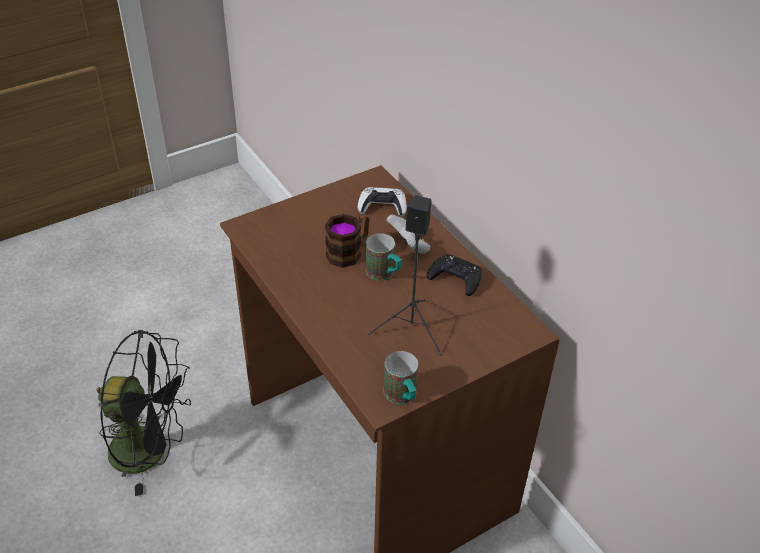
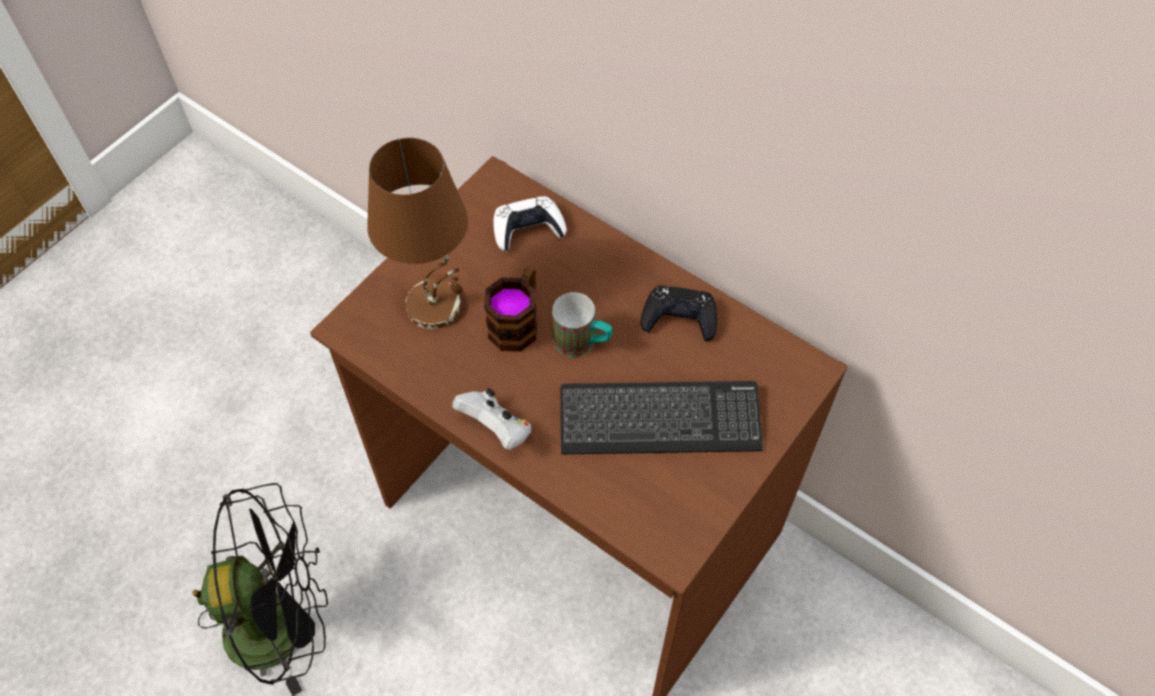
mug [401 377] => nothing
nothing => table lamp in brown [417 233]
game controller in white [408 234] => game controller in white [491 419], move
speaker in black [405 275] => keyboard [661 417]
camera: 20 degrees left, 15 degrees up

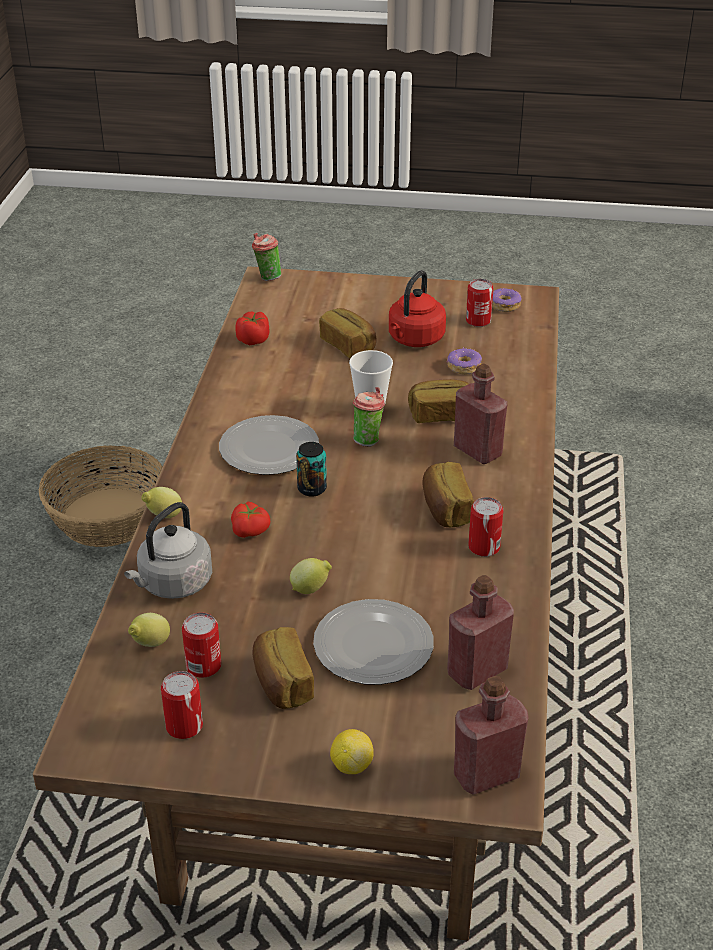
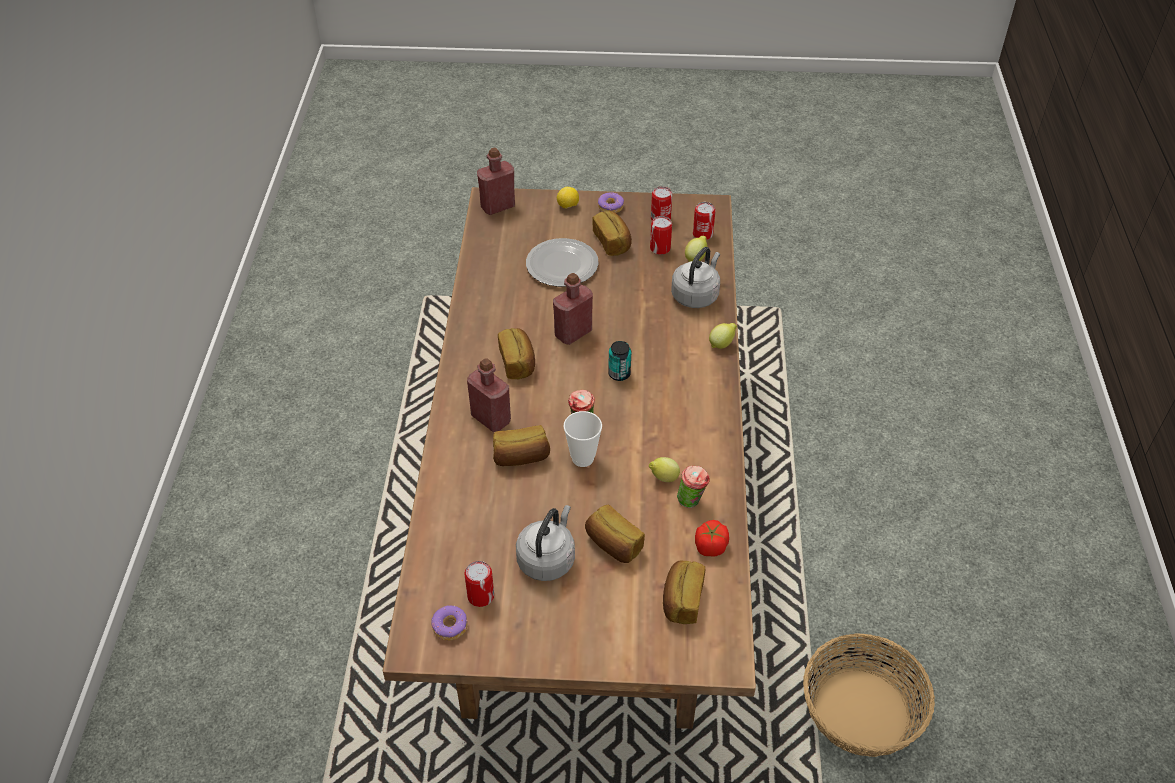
plate [269 445] => nothing
tomato [250 520] => nothing
nothing => bread [684 592]
cup [266 257] => cup [693 487], move
lemon [311 576] => lemon [664 469], move
donut [464 361] => donut [611 202], move
bottle in red [480 632] => bottle in red [573 309], move
can [485 527] => can [704 221], move
kettle in red [417 308] => kettle in grey [545 543]
camera: 175 degrees right, 10 degrees up

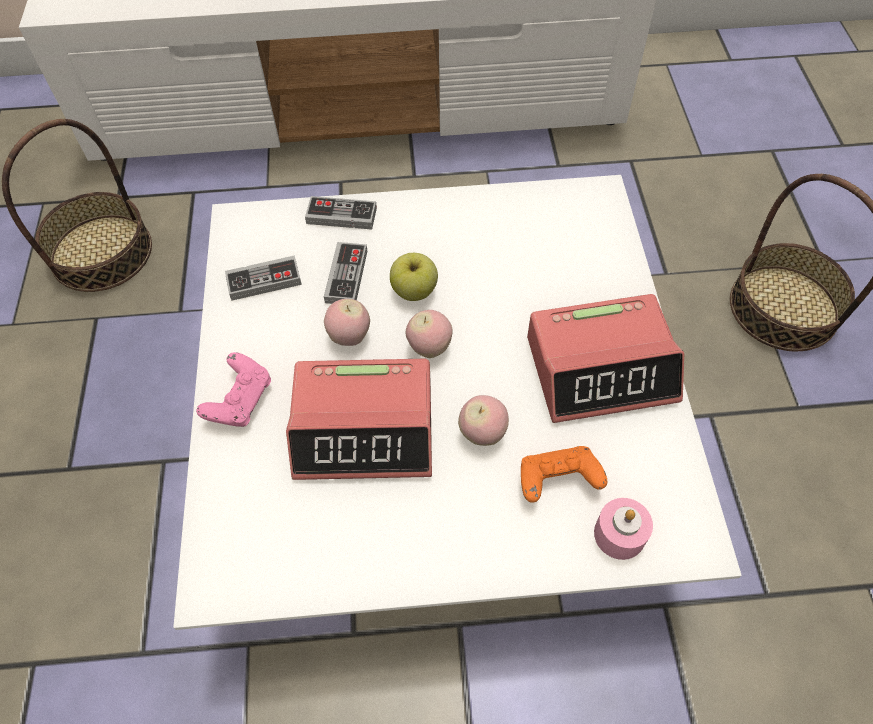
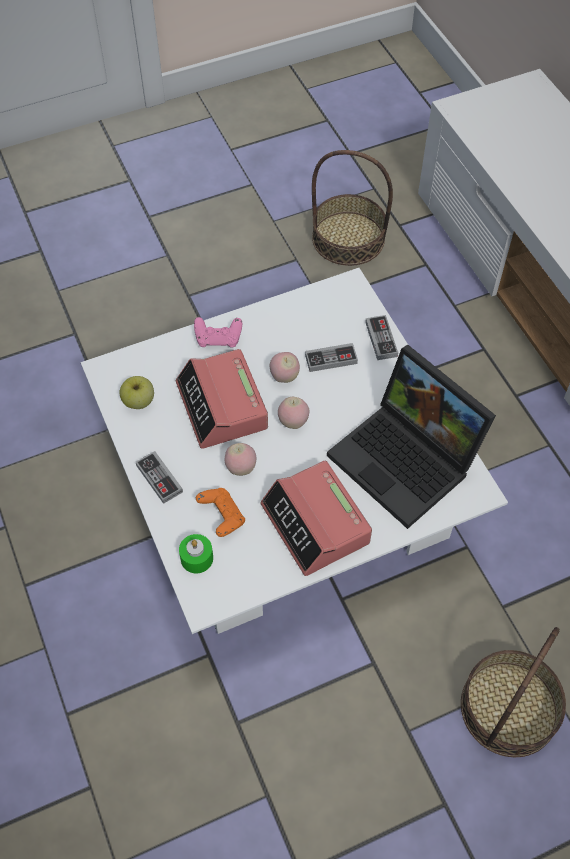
nothing => laptop [411 437]
game controller [263 278] => game controller [159 477], move
apple [414 277] => apple [136 392], move
candle in pink [623 529] => candle in green [196 554]
camera: 70 degrees right, 0 degrees up

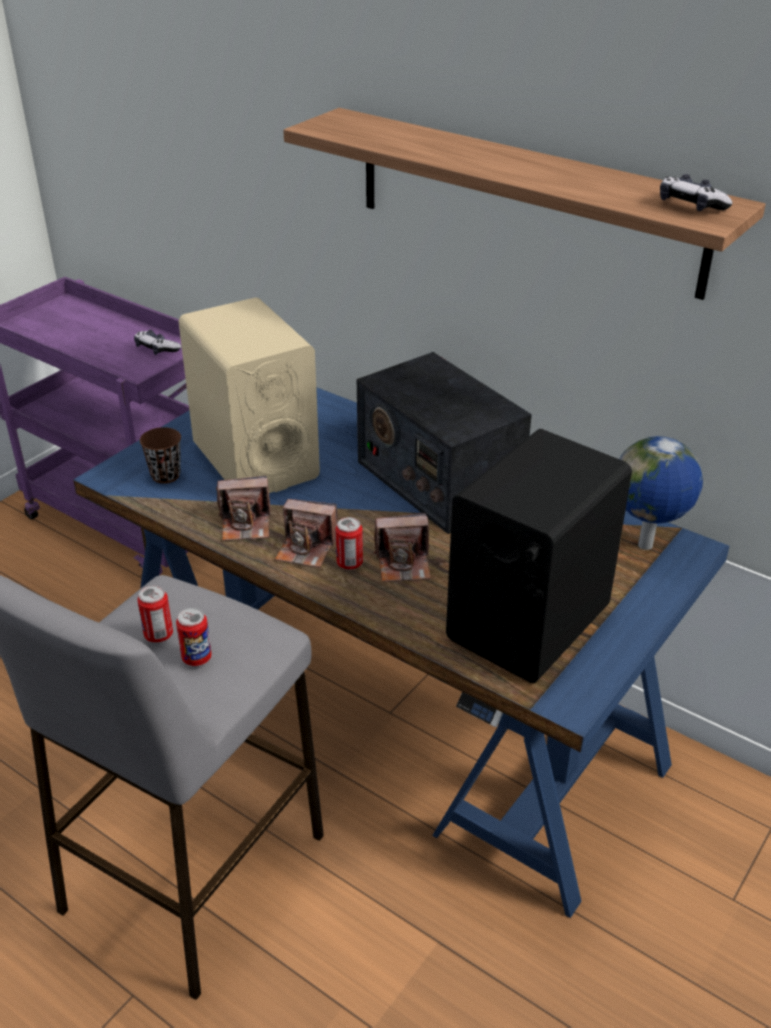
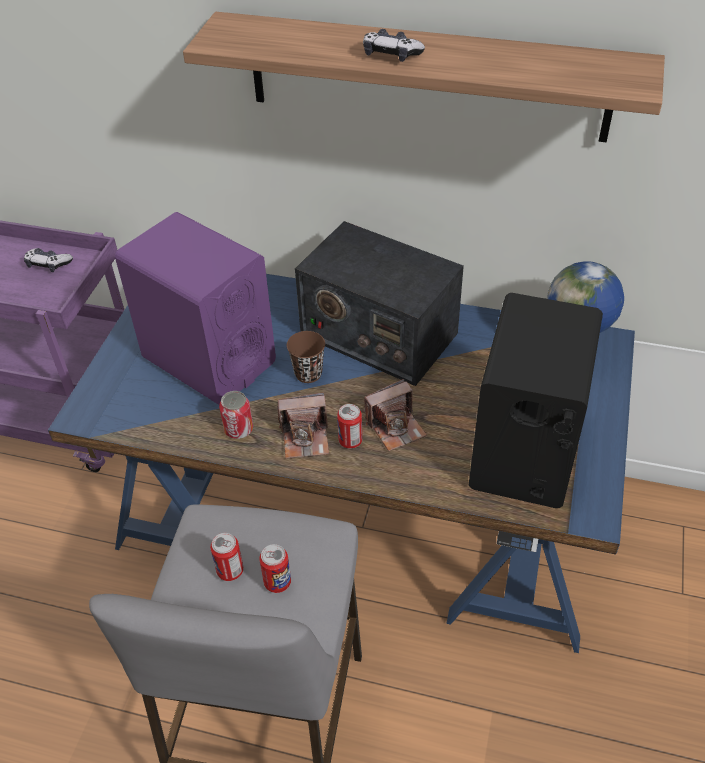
cup in brown [160 455] => cup in brown [306 357], move
game controller [696 192] => game controller [394 45], move
photo camera [243 508] => can [236 415]
speaker in beige [249 395] => speaker in purple [195 308]
camera: 20 degrees left, 10 degrees up

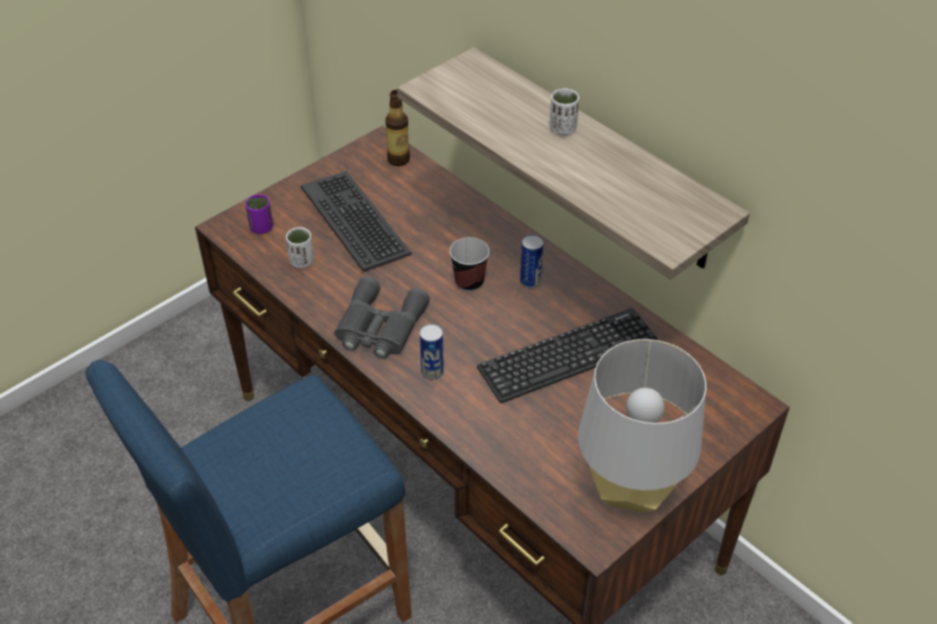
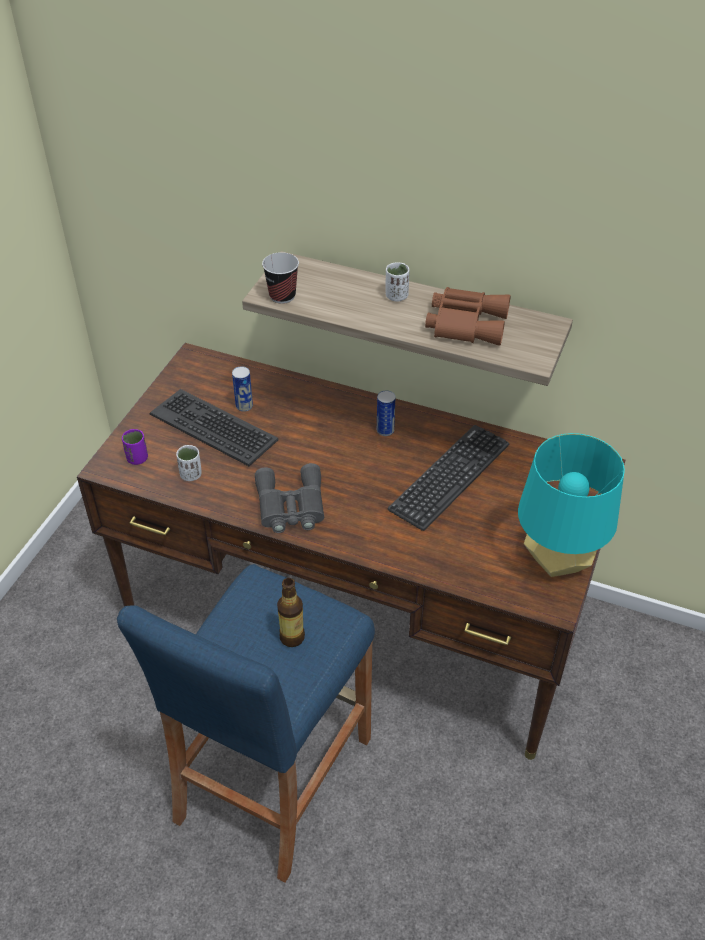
nothing => binoculars in brown [468 316]
bottle [397 128] => bottle [291 612], move
can [432 352] => can [242 389], move
cup [469 264] => cup [280 278], move
table lamp in grey [642 426] => table lamp in turquoise [571 505]
camera: 25 degrees left, 0 degrees up

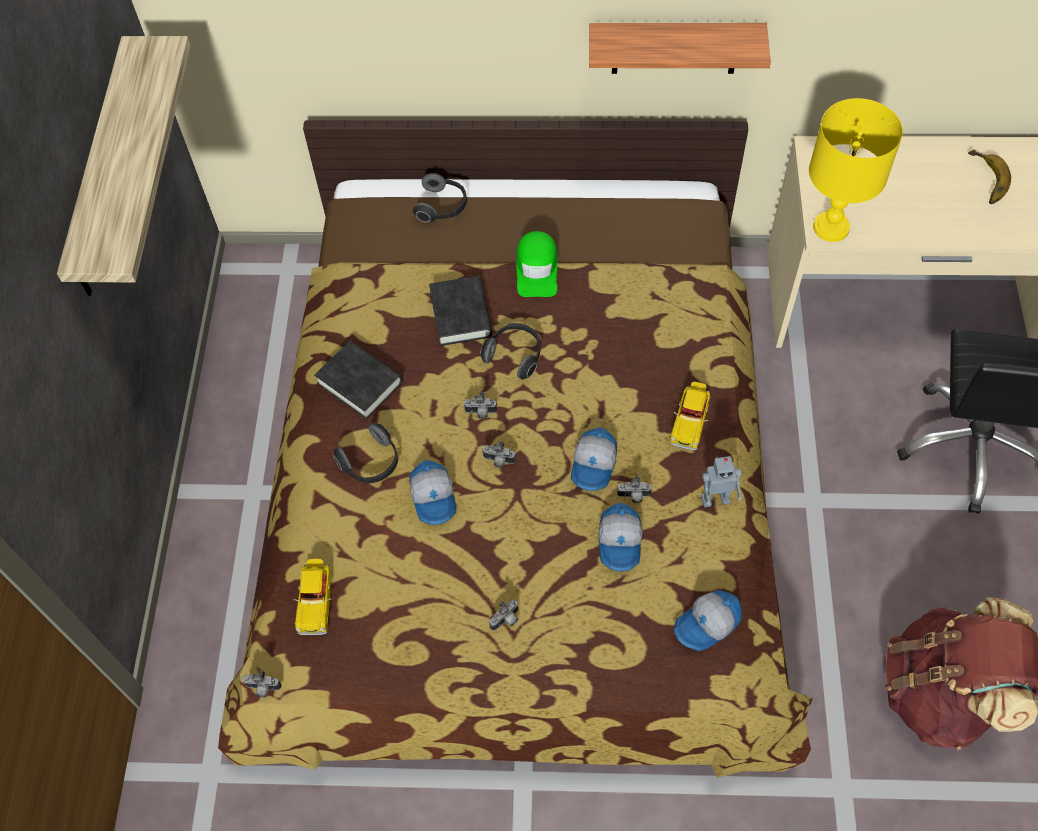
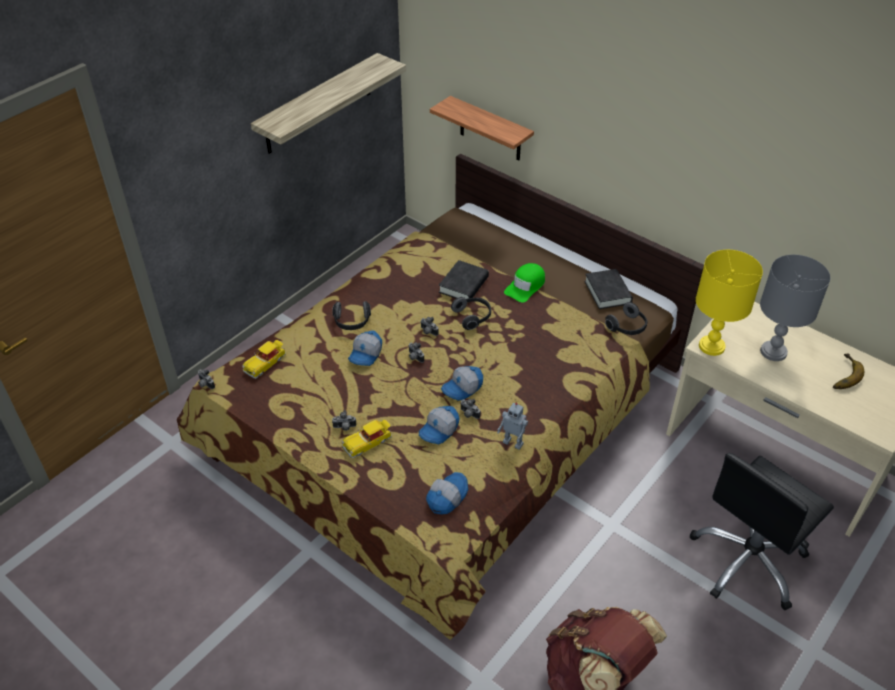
nothing => table lamp in grey [795 308]
book in black [358 380] => book in black [608 289], move
headphones [440 197] => headphones [626 318], move
shelf [680 48] => shelf [482 128], move
toy car [690 416] => toy car [367 439], move
cap [708 620] => cap [447 493], 120 degrees clockwise
camera: 35 degrees right, 15 degrees down

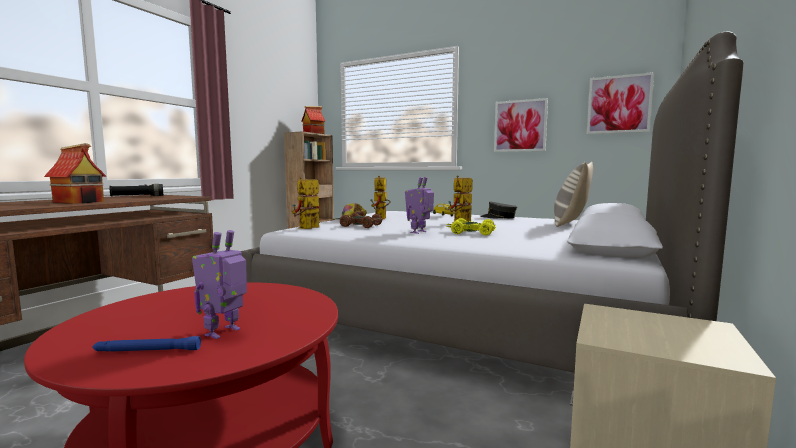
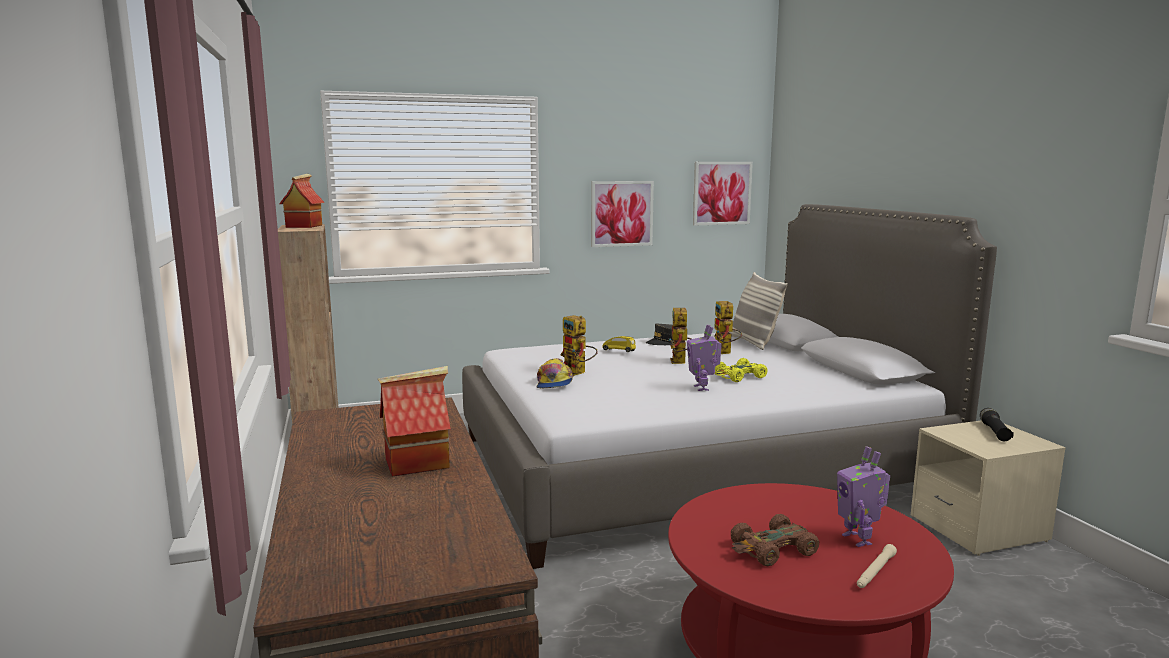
flashlight in black [136 190] => flashlight in black [997 424], move
toy robot [306 203] => toy robot [728 327], move
toy car in brown [360 220] => toy car in brown [775 540], move
flashlight in blue [146 344] => flashlight in beige [877 566]
camera: 45 degrees left, 5 degrees up

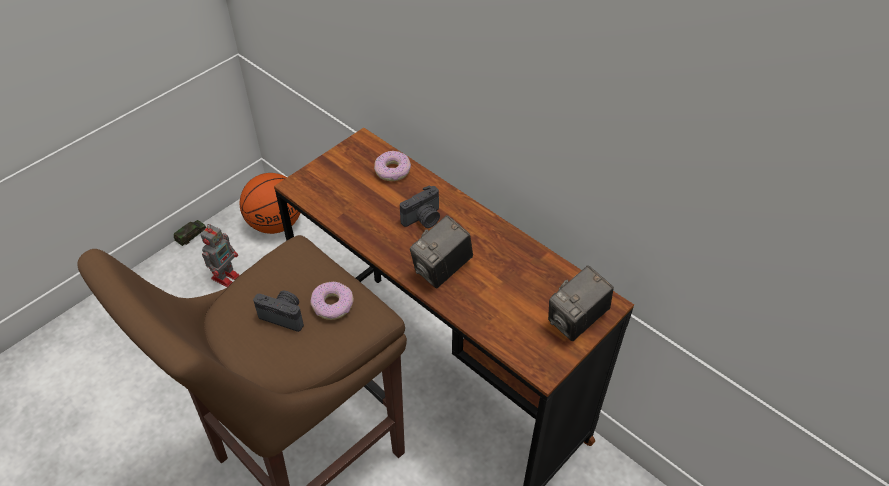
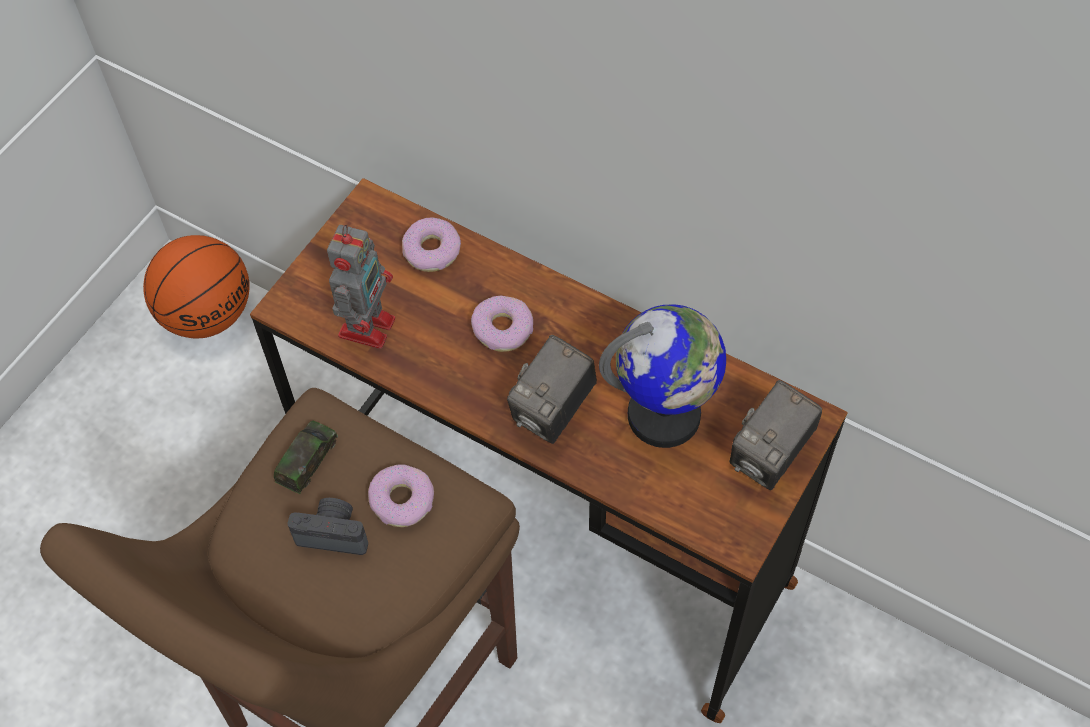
nothing => globe [662 376]
toy car [190 233] => toy car [306 457], move
toy robot [219 255] => toy robot [361 287], move
photo camera [420 206] => donut [502 324]
camera: 10 degrees left, 10 degrees up

